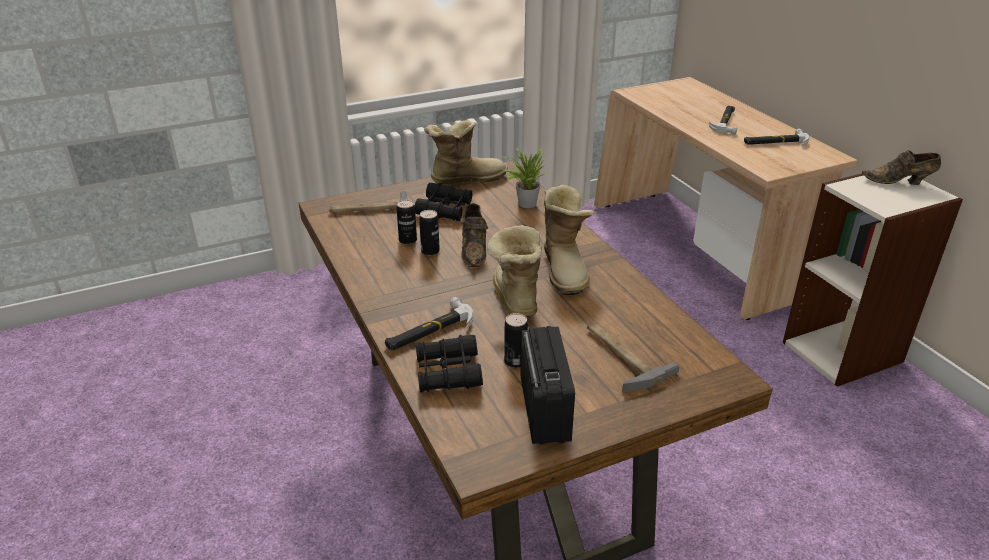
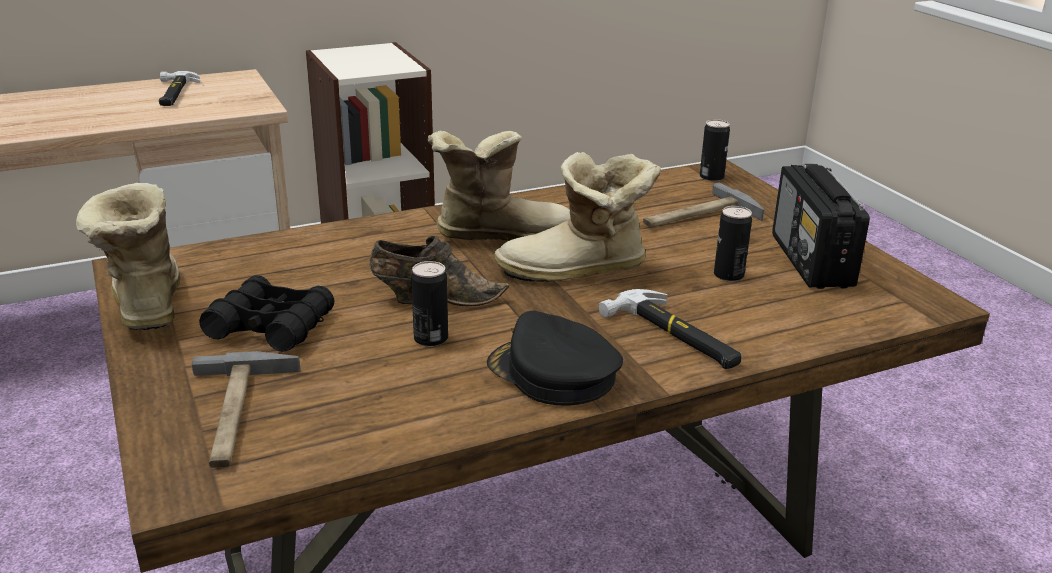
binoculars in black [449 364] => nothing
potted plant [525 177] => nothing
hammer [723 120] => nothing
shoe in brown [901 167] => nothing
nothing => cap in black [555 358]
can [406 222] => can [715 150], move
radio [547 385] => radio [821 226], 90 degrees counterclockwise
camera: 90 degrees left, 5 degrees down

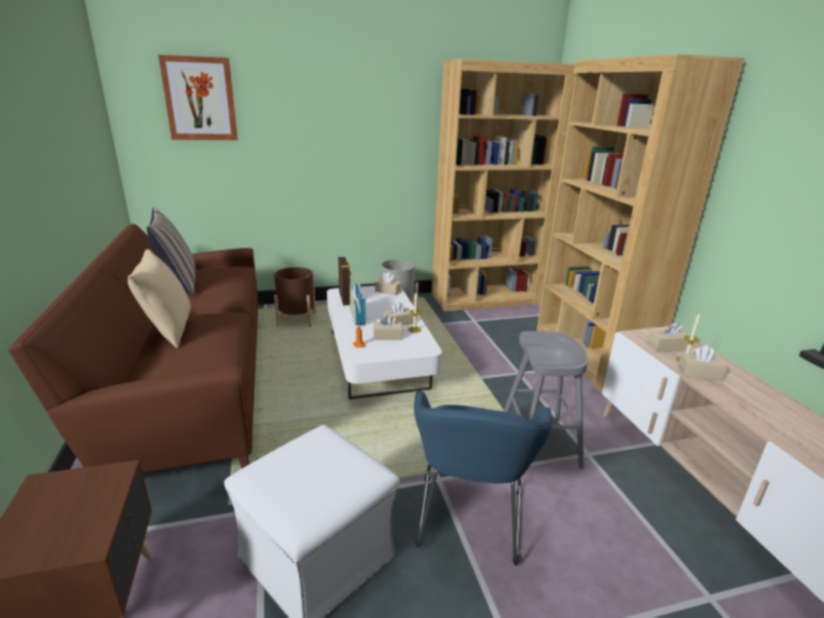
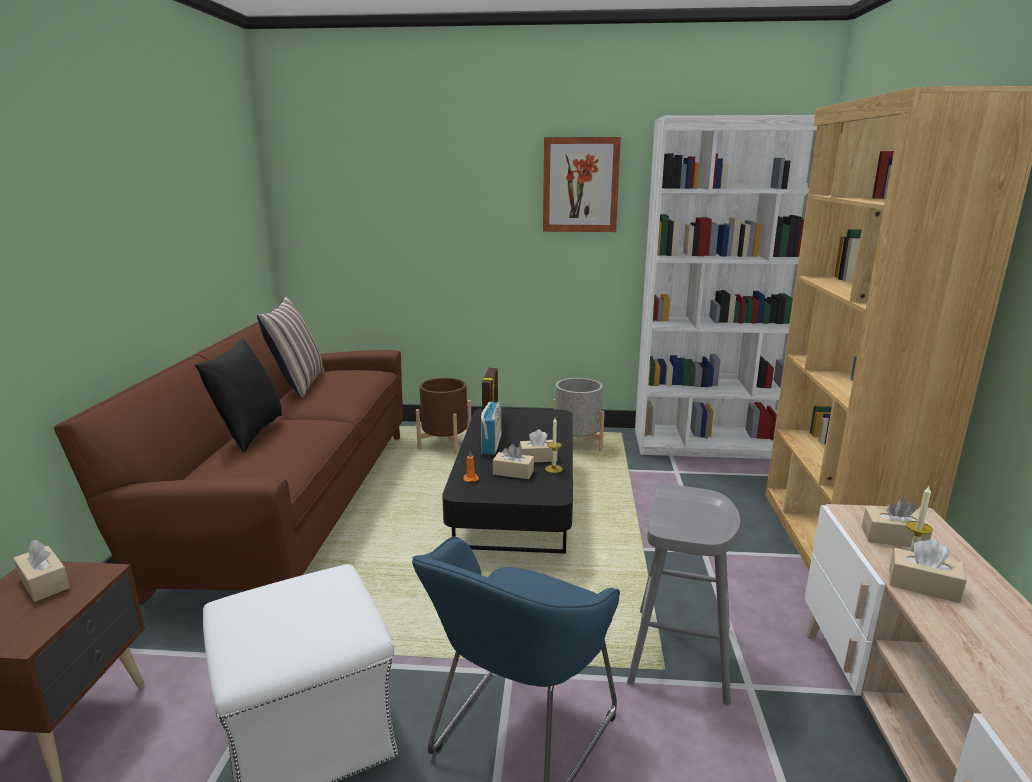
picture [198 97] => picture [582 184], move
tissue box in beige [388 283] => tissue box in beige [41 571], move
pillow in beige [159 298] => pillow in black [238 395]
coffee table in white [384 342] => coffee table in black [507 480]
bookcase in brown [503 185] => bookcase in white [726 287]
camera: 20 degrees right, 5 degrees down

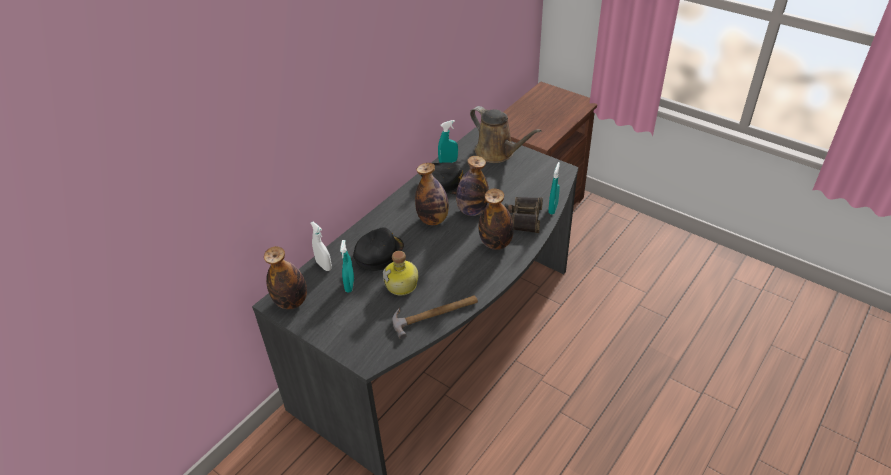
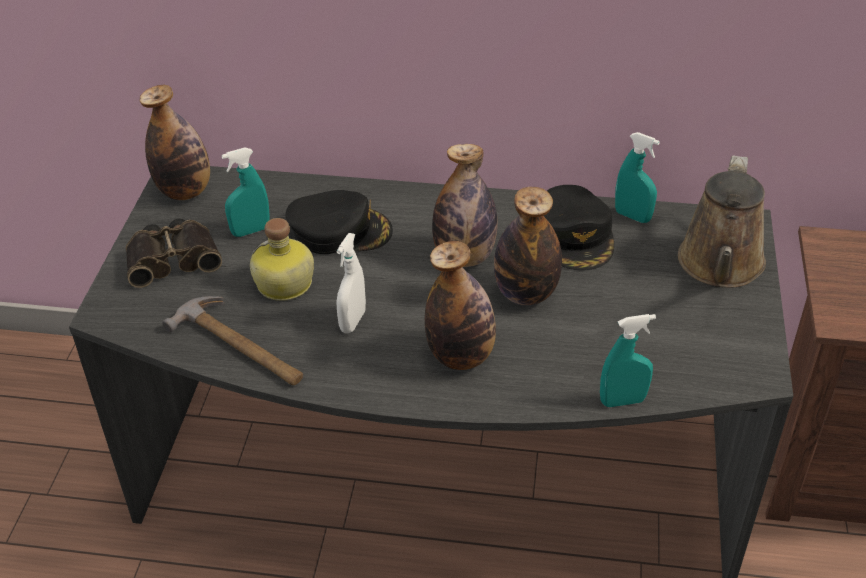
spray bottle in white [321 246] => spray bottle in white [351 283], move
binoculars [523 215] => binoculars [174 253], move
camera: 60 degrees right, 0 degrees up

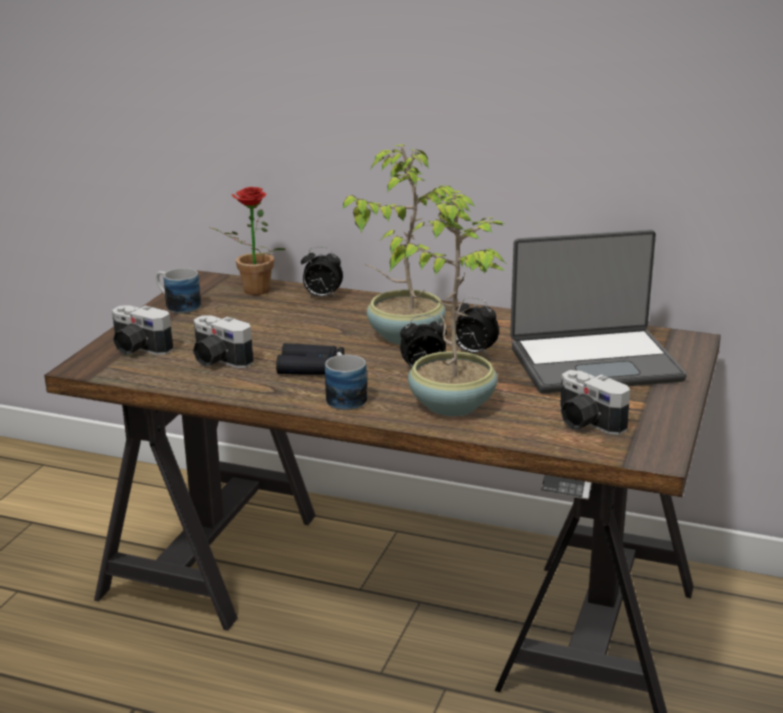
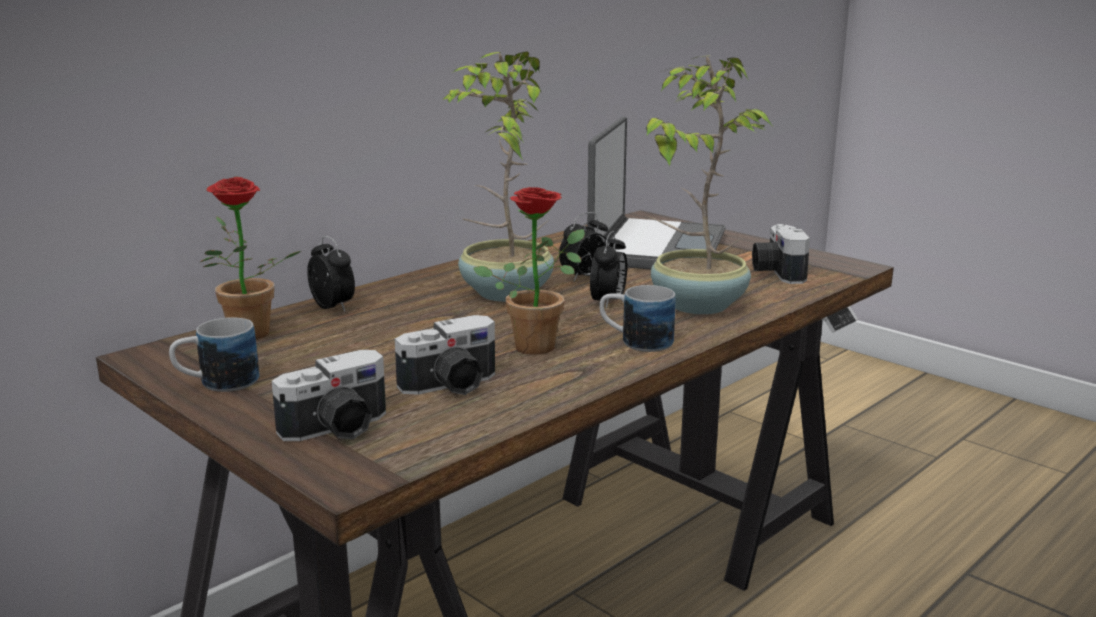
binoculars in black [310 359] => potted plant [529 271]
alarm clock [322 272] => alarm clock [331 274], 75 degrees counterclockwise
photo camera [595 402] => photo camera [781 254], 105 degrees clockwise
camera: 65 degrees left, 5 degrees down

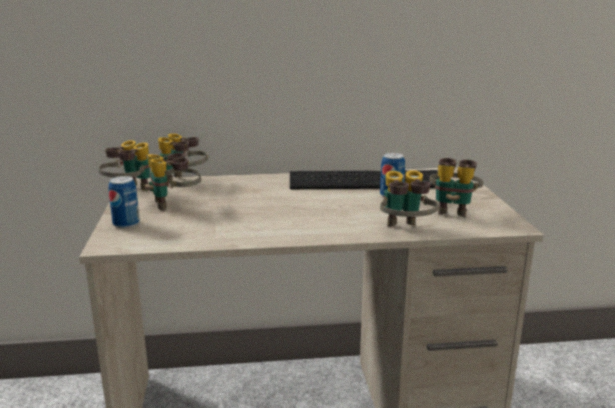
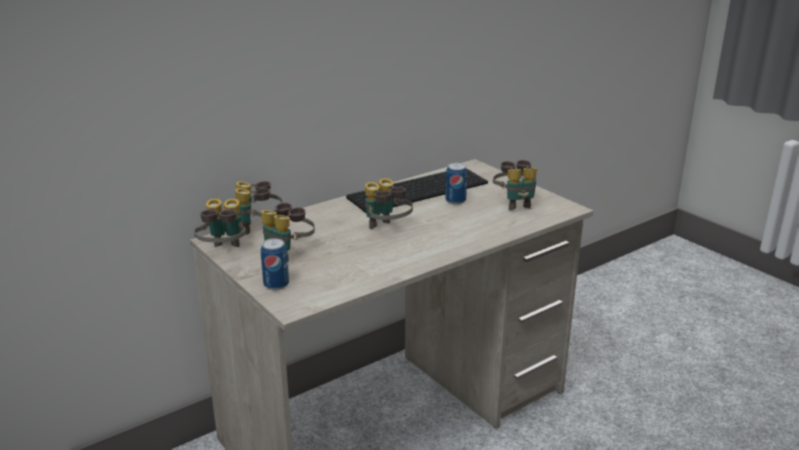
binoculars [409 198] => binoculars [389 203], move
camera: 30 degrees left, 5 degrees up

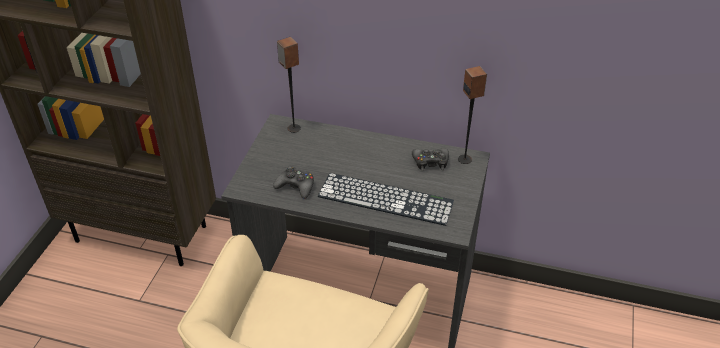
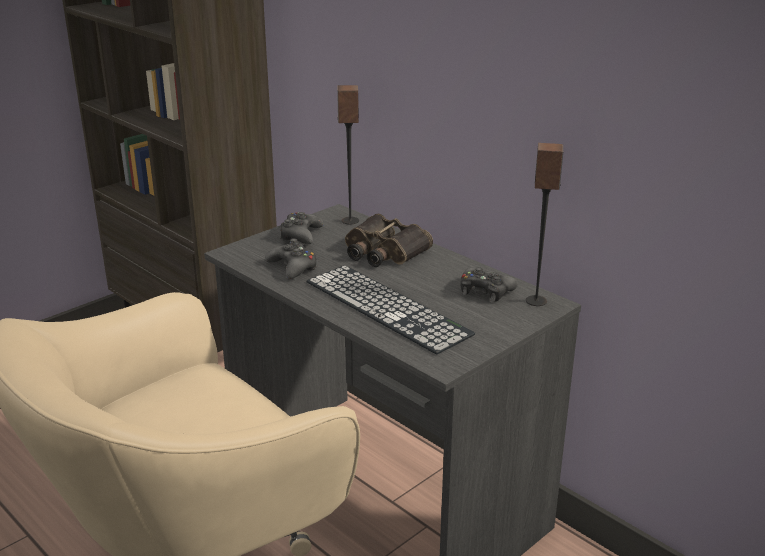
nothing => game controller in black [302 228]
nothing => binoculars [389 240]
camera: 30 degrees right, 15 degrees down

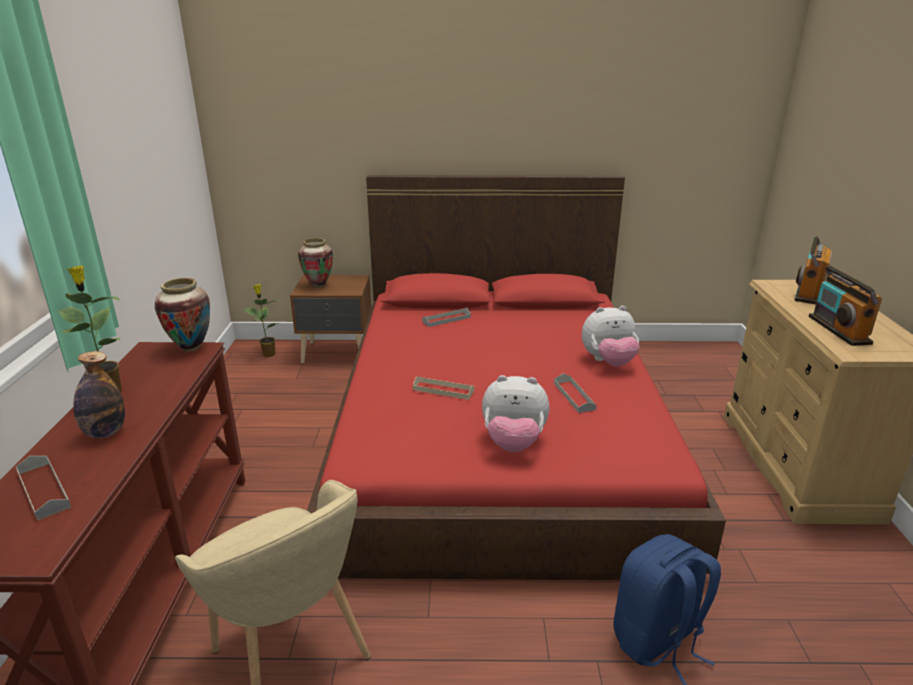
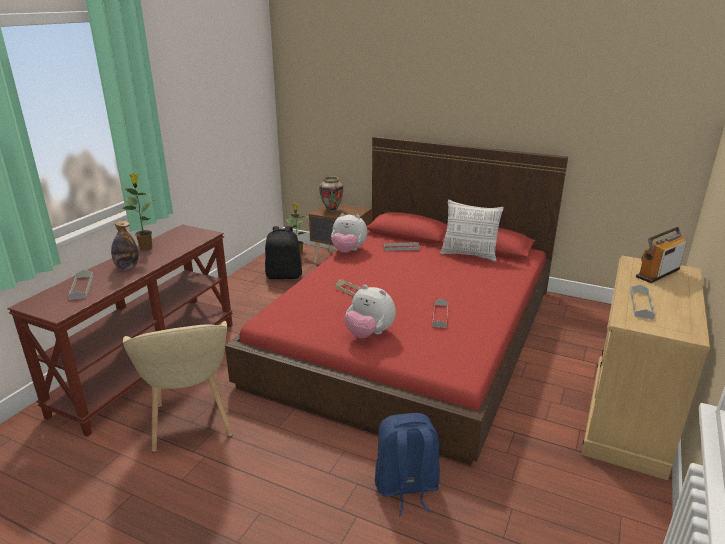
vase [182 315] => nothing
nothing => backpack in black [283 252]
nothing => pillow [472 231]
plush toy [611 336] => plush toy [349 233], move
radio [845 305] => tray in grey [642 301]
camera: 25 degrees right, 0 degrees up

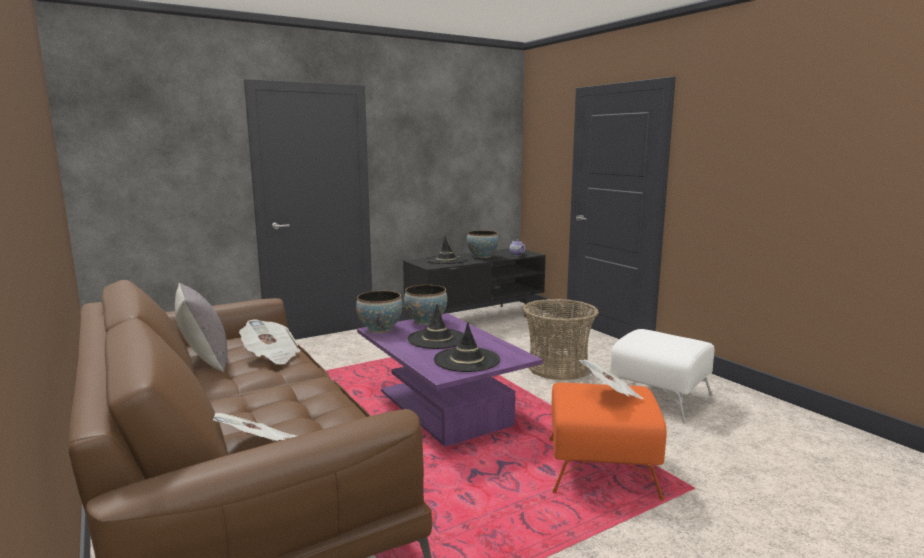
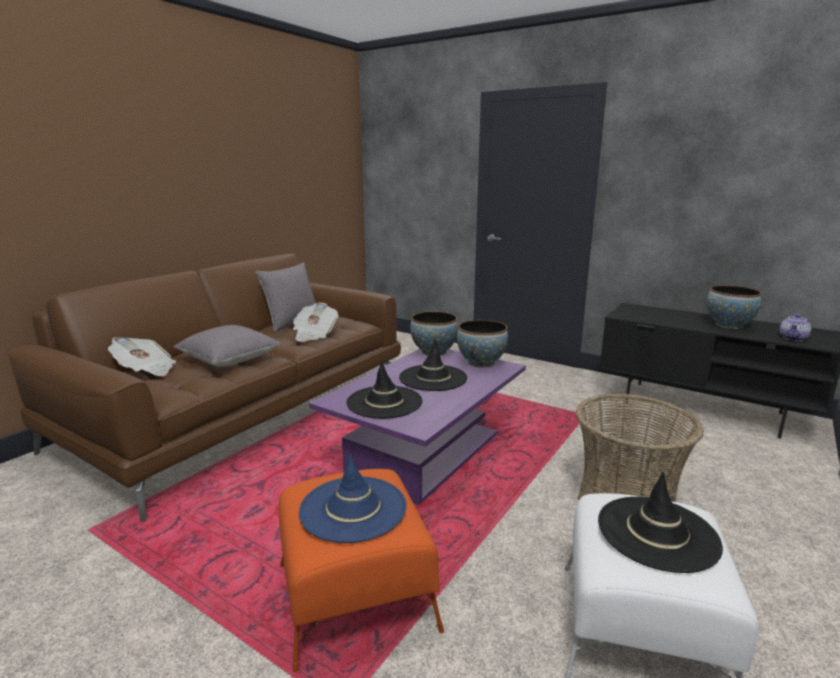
nothing => pillow in grey [227 346]
hat in black [446 250] => hat in black [660 522], move
newspaper [611 379] => hat in blue [353 498]
camera: 65 degrees right, 5 degrees up

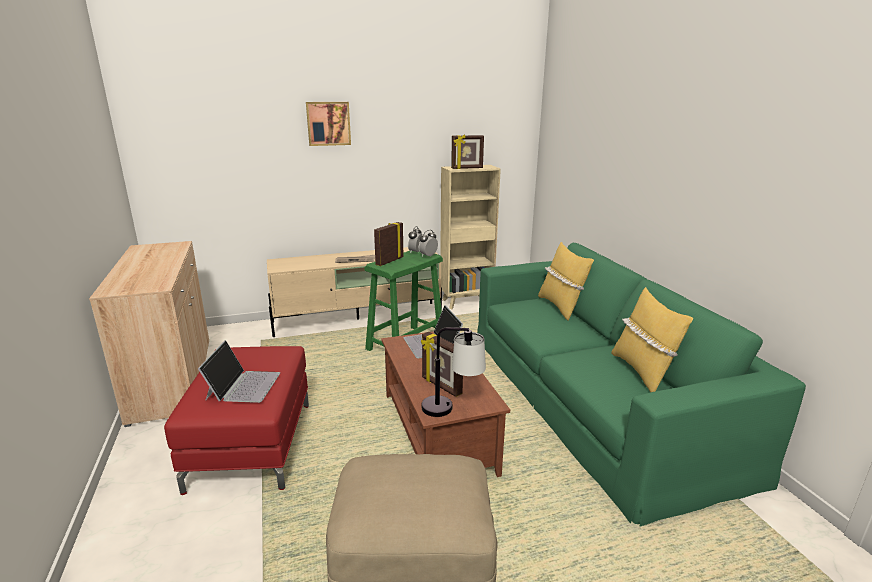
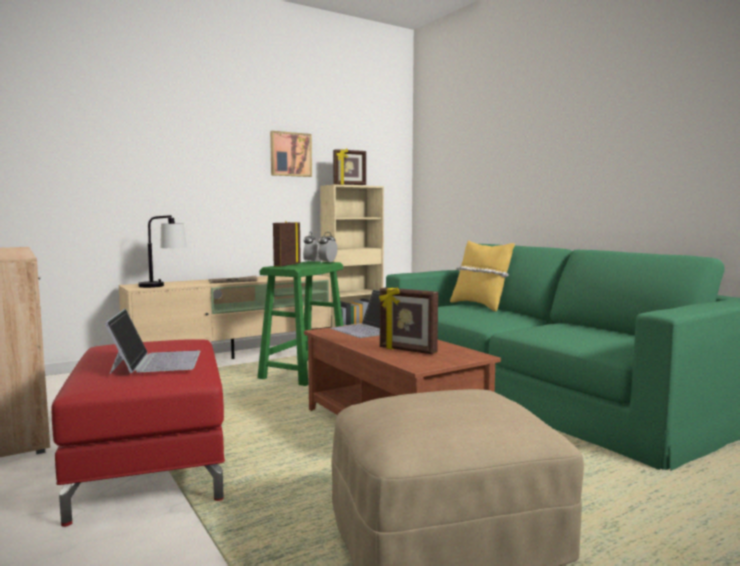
pillow in yellow [652 339] => nothing
picture [328 124] => picture [291 154], move
table lamp [453 372] => table lamp [162 251], move
camera: 15 degrees left, 15 degrees down

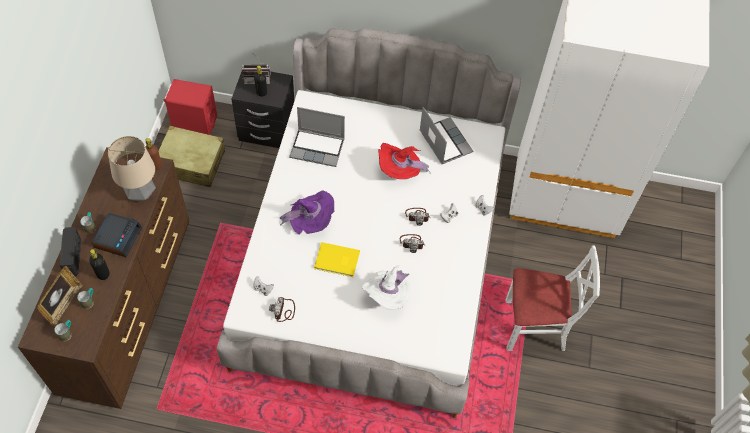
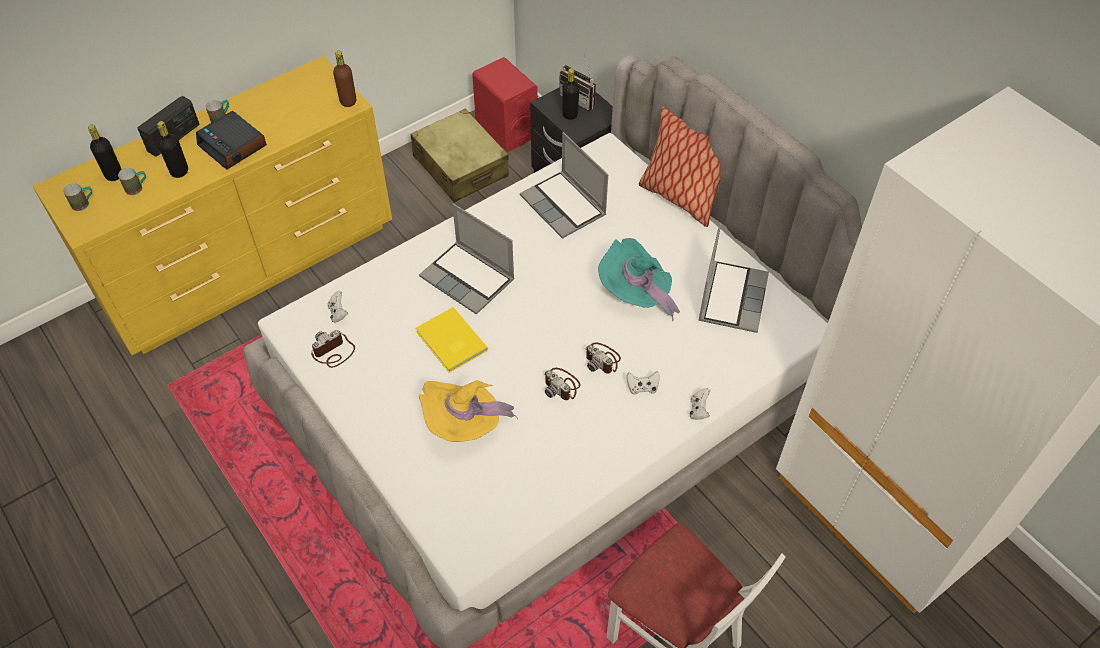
table lamp [132 169] => nothing
nothing => pillow [680 167]
picture frame [60 296] => bottle in black [105 153]
hat in purple [307 213] => laptop [467 259]
dresser in brown [104 278] => dresser in yellow [212 205]
hat in white [386 287] => hat in yellow [468 411]
hat in red [404 161] => hat in turquoise [639 279]
alarm clock [117 235] => alarm clock [231 140], 75 degrees clockwise
camera: 45 degrees right, 5 degrees down

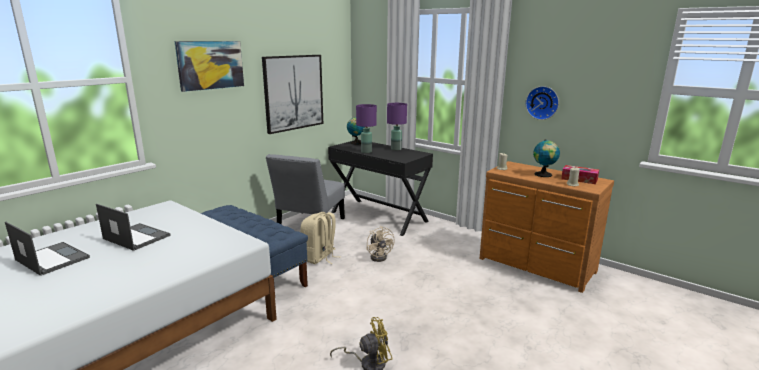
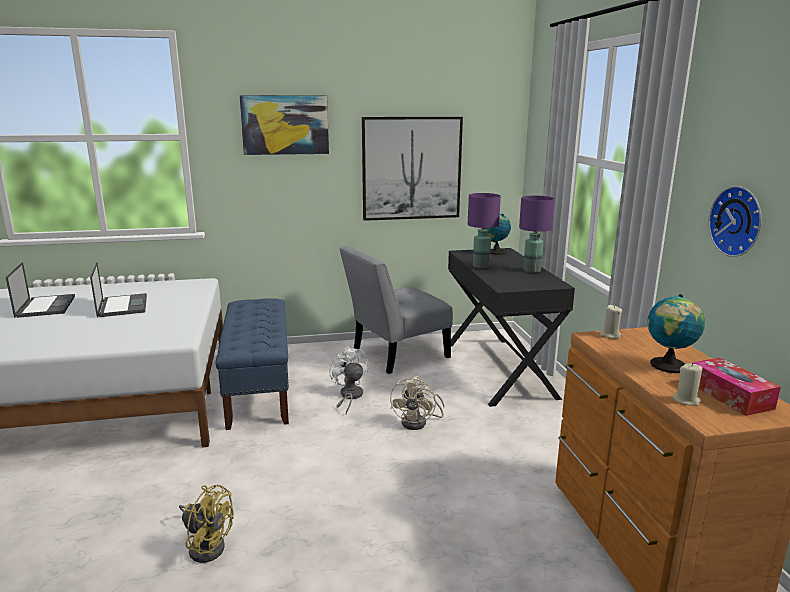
backpack in beige [321 238] => fan in white [348 380]
camera: 40 degrees right, 0 degrees up

